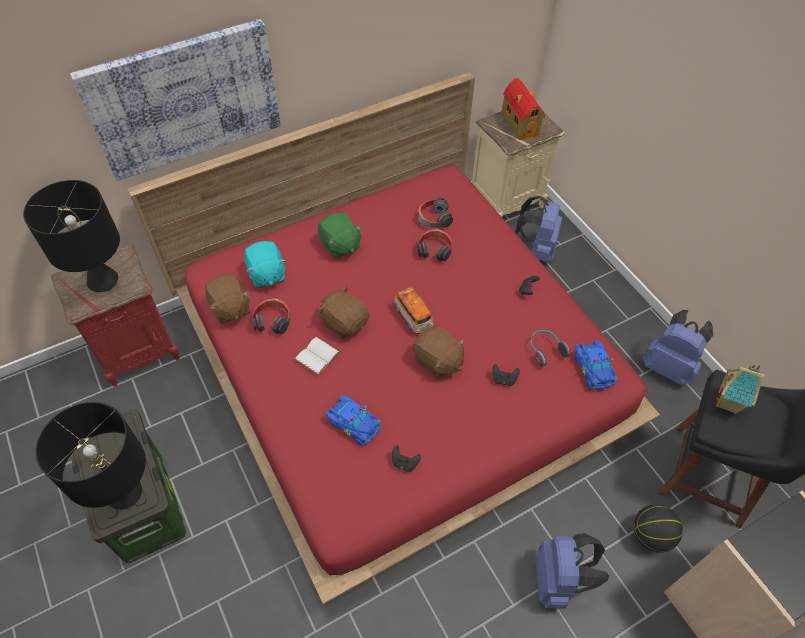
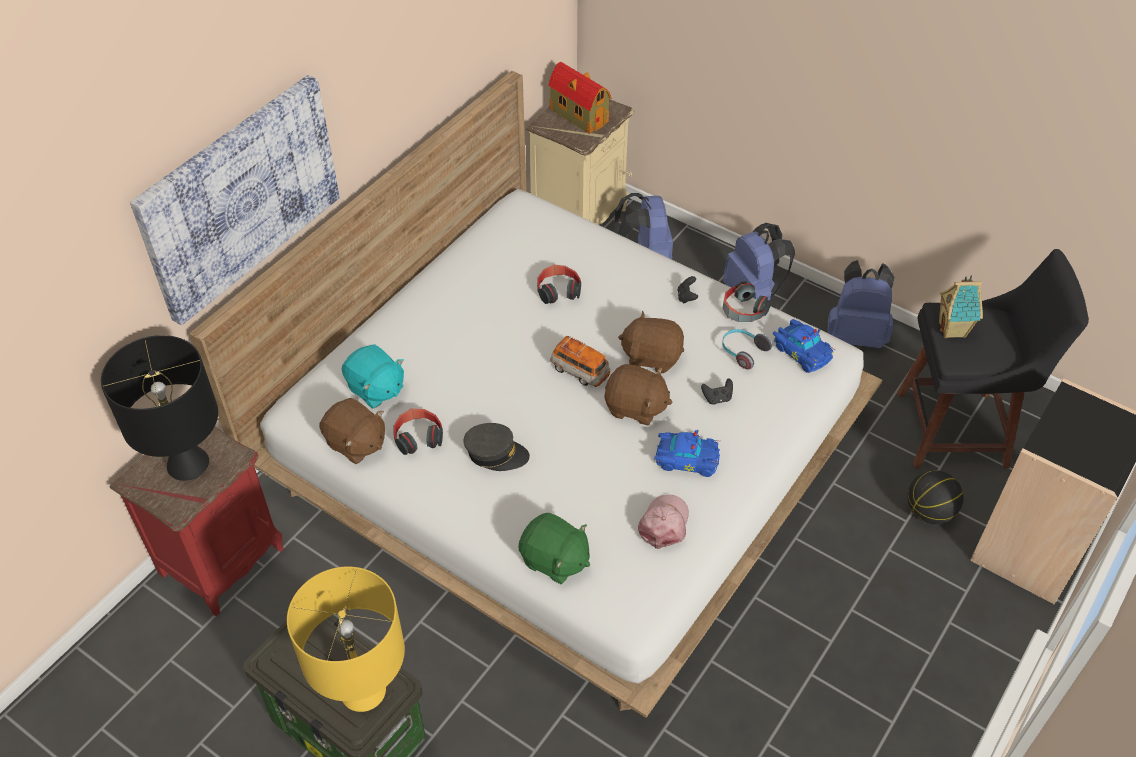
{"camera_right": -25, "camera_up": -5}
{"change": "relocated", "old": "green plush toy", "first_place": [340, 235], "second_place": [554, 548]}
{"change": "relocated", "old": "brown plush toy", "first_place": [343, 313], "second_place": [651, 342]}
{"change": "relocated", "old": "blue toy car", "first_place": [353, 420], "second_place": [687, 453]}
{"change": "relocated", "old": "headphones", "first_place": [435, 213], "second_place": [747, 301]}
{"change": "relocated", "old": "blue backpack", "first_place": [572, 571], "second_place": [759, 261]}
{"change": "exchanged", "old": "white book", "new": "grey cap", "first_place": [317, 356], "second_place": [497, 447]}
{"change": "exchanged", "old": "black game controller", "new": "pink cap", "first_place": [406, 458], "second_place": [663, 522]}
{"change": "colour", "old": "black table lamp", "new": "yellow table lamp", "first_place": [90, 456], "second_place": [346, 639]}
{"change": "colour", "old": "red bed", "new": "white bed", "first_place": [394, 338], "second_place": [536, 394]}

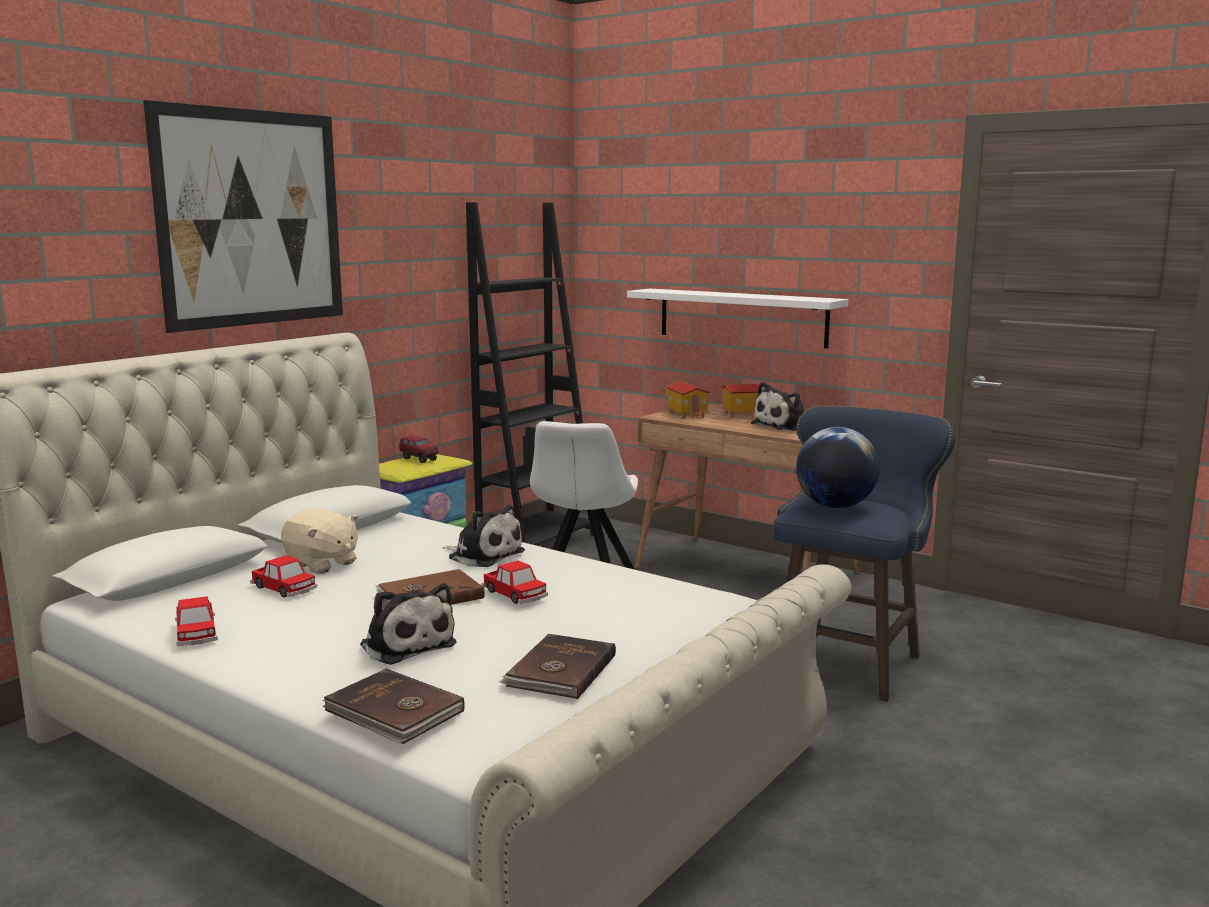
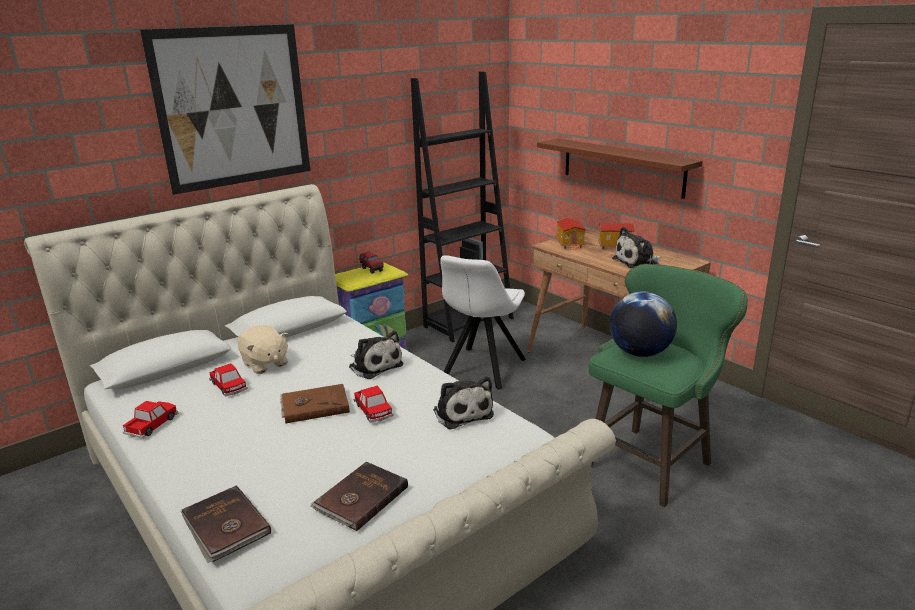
{"camera_right": 15, "camera_up": 10}
{"change": "relocated", "old": "plush toy", "first_place": [408, 624], "second_place": [463, 403]}
{"change": "colour", "old": "white shelf", "new": "brown shelf", "first_place": [737, 319], "second_place": [620, 169]}
{"change": "colour", "old": "blue stool", "new": "green stool", "first_place": [864, 554], "second_place": [668, 385]}
{"change": "spun", "old": "toy car", "first_place": [196, 621], "second_place": [150, 420], "degrees": -150}

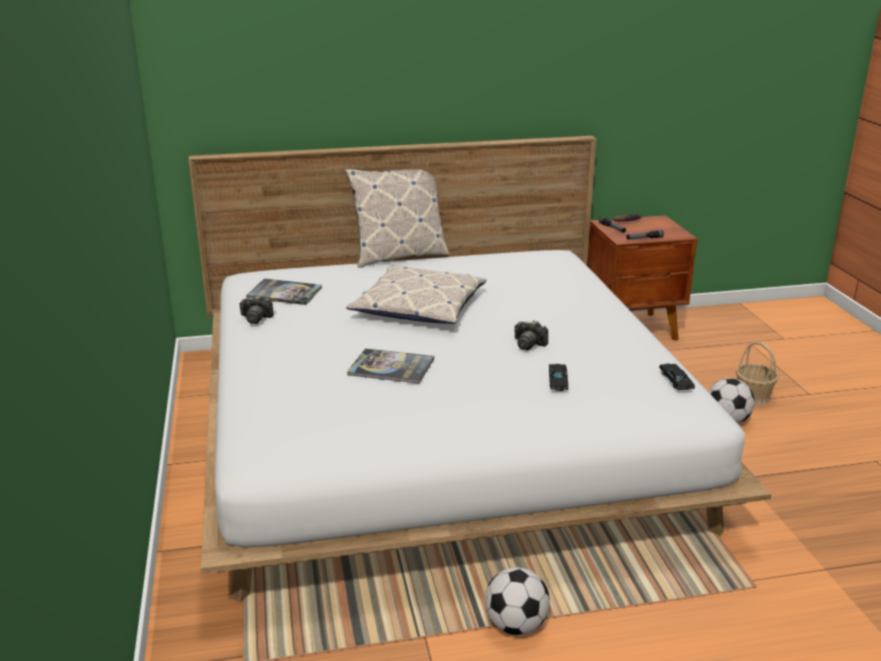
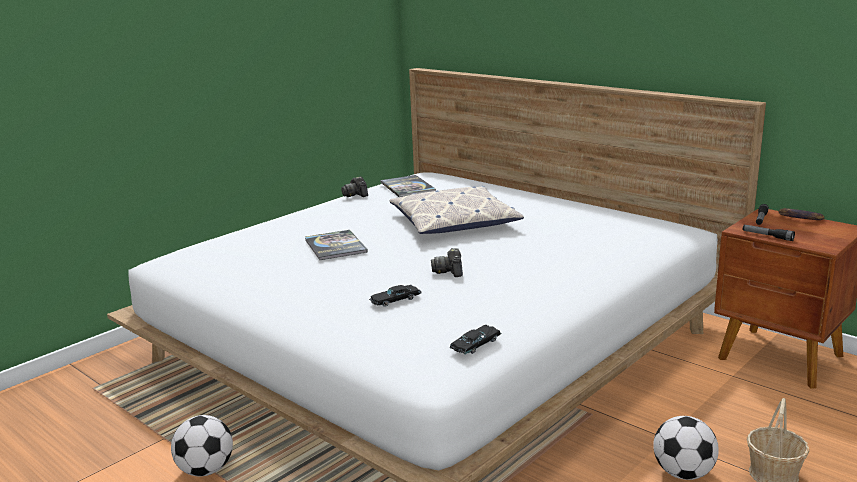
{"camera_right": 55, "camera_up": -5}
{"change": "missing", "old": "pillow", "first_place": [397, 218]}

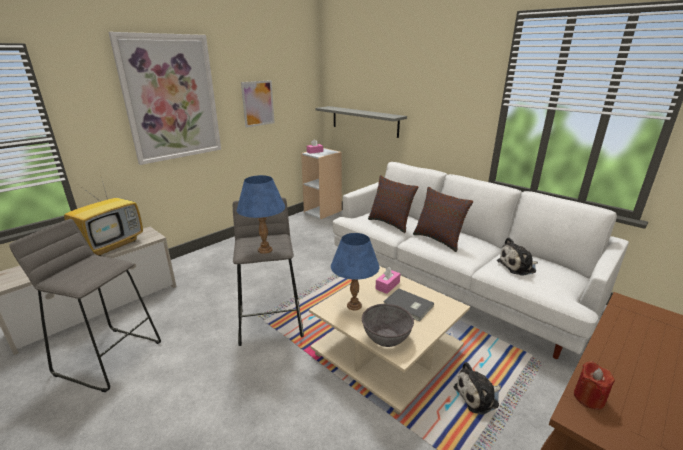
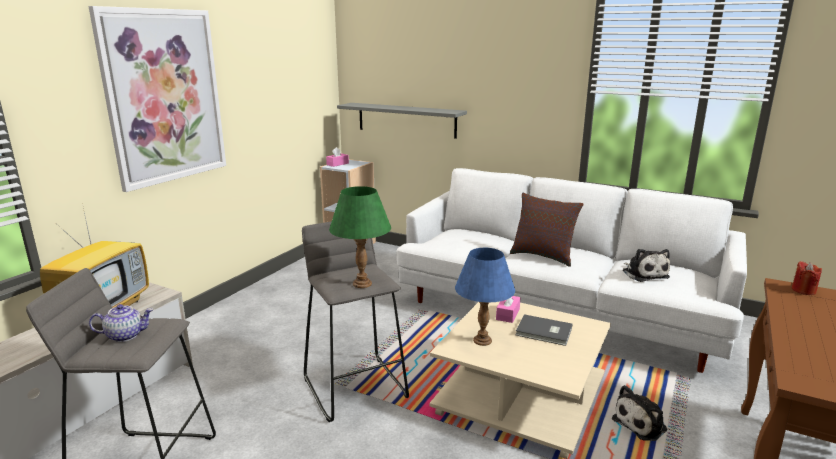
{"camera_right": -15, "camera_up": -5}
{"change": "missing", "old": "picture", "first_place": [258, 104]}
{"change": "missing", "old": "grey bowl", "first_place": [388, 325]}
{"change": "missing", "old": "brown pillow", "first_place": [393, 204]}
{"change": "appeared", "new": "teapot", "second_place": [121, 323]}
{"change": "relocated", "old": "red candle", "first_place": [594, 385], "second_place": [807, 278]}
{"change": "colour", "old": "blue table lamp", "new": "green table lamp", "first_place": [261, 214], "second_place": [360, 237]}
{"change": "spun", "old": "plush toy", "first_place": [517, 256], "second_place": [646, 265], "degrees": -75}

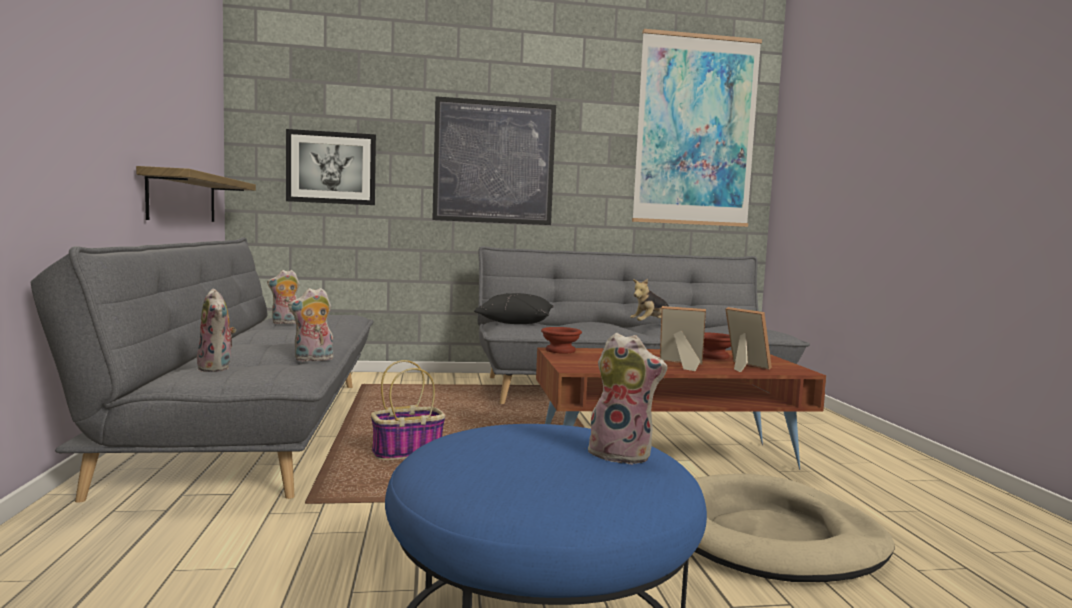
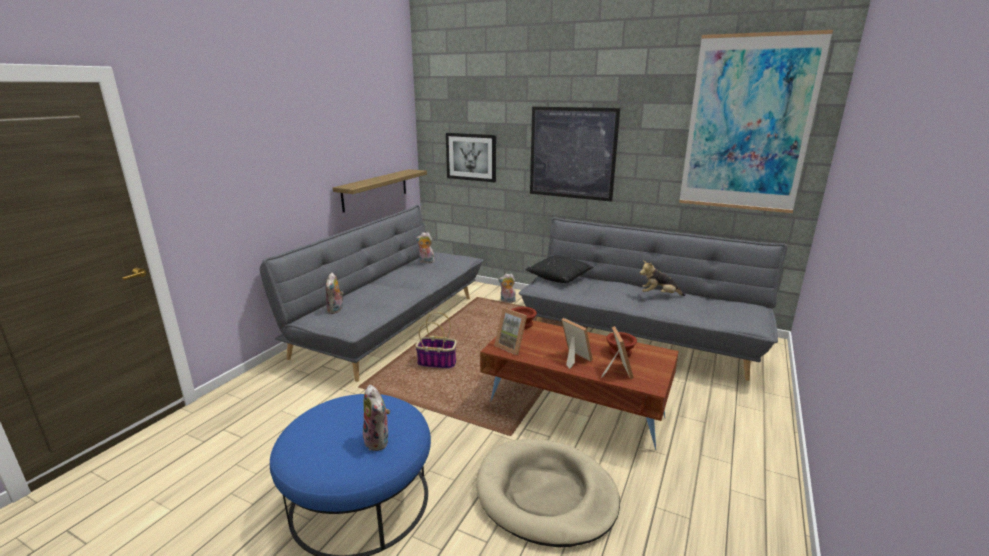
{"camera_right": 35, "camera_up": 15}
{"change": "appeared", "new": "picture frame", "second_place": [510, 331]}
{"change": "relocated", "old": "plush toy", "first_place": [310, 325], "second_place": [507, 288]}

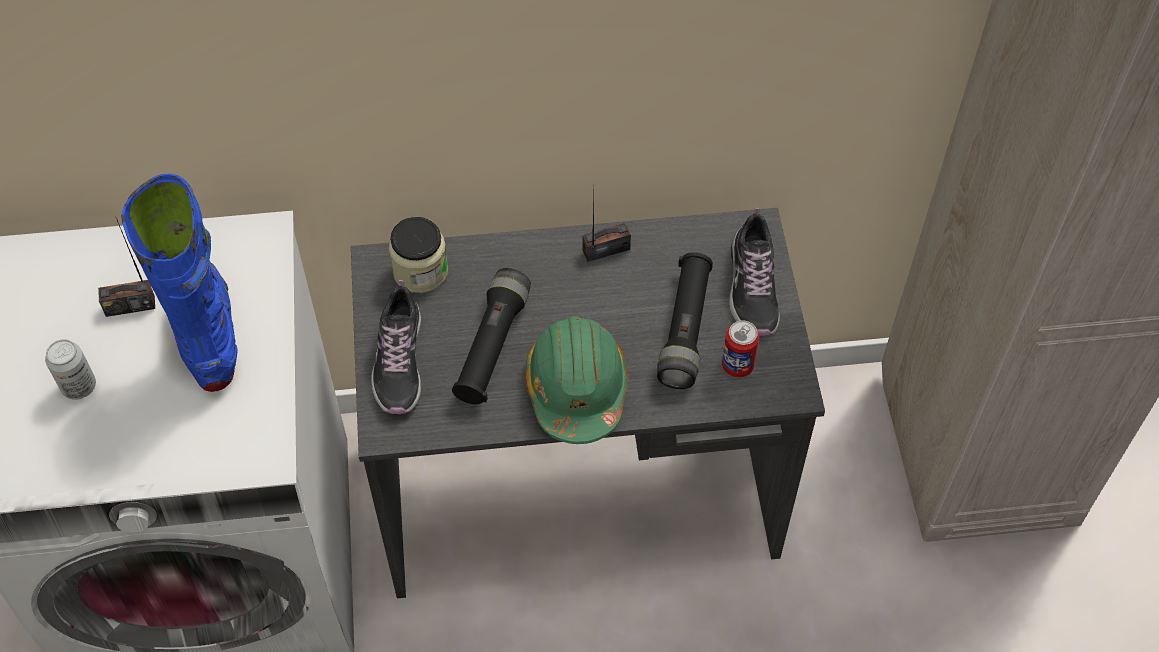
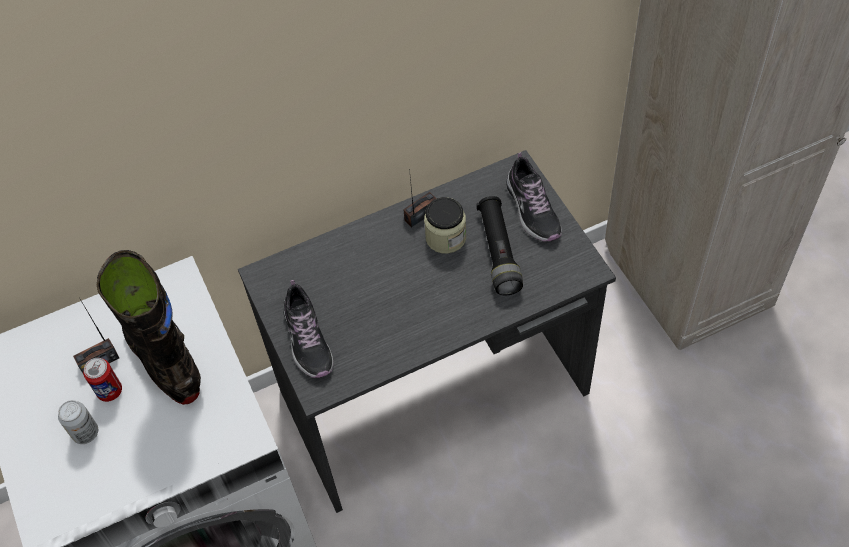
{"camera_right": -15, "camera_up": 0}
{"change": "missing", "old": "black flashlight", "first_place": [491, 336]}
{"change": "missing", "old": "green hard hat", "first_place": [576, 380]}
{"change": "relocated", "old": "jar", "first_place": [418, 255], "second_place": [445, 225]}
{"change": "relocated", "old": "can", "first_place": [740, 349], "second_place": [102, 380]}
{"change": "colour", "old": "blue boot", "new": "black boot", "first_place": [179, 282], "second_place": [149, 327]}

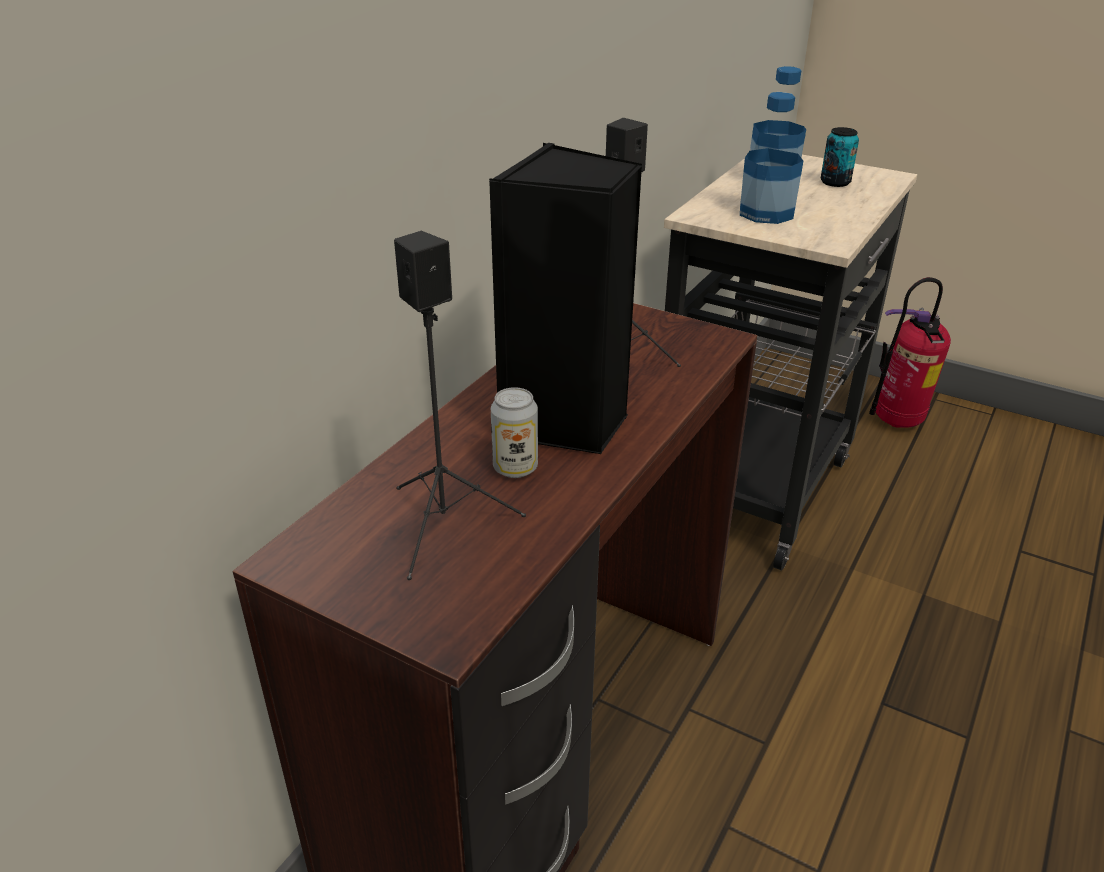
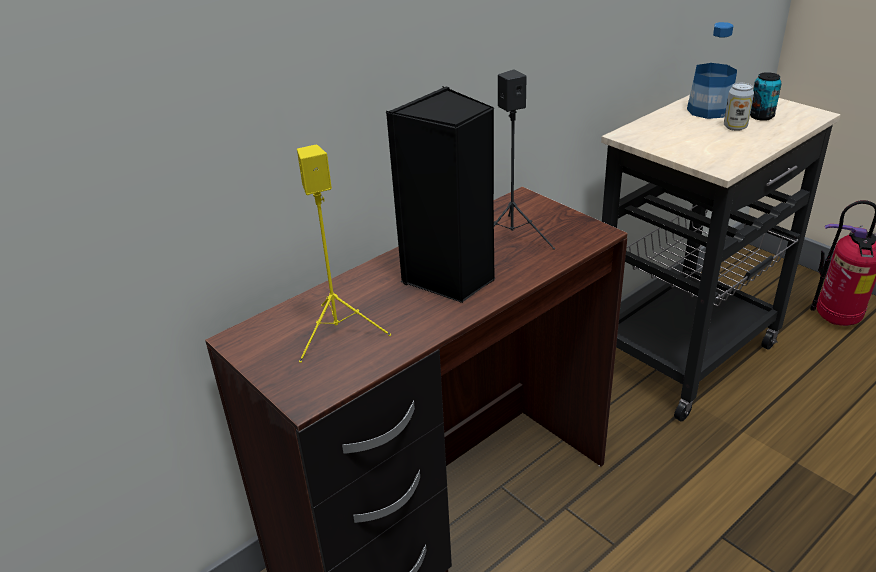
{"camera_right": 20, "camera_up": 0}
{"change": "missing", "old": "bottle", "first_place": [771, 158]}
{"change": "relocated", "old": "can", "first_place": [514, 432], "second_place": [739, 107]}
{"change": "colour", "old": "black speaker", "new": "yellow speaker", "first_place": [460, 405], "second_place": [344, 253]}

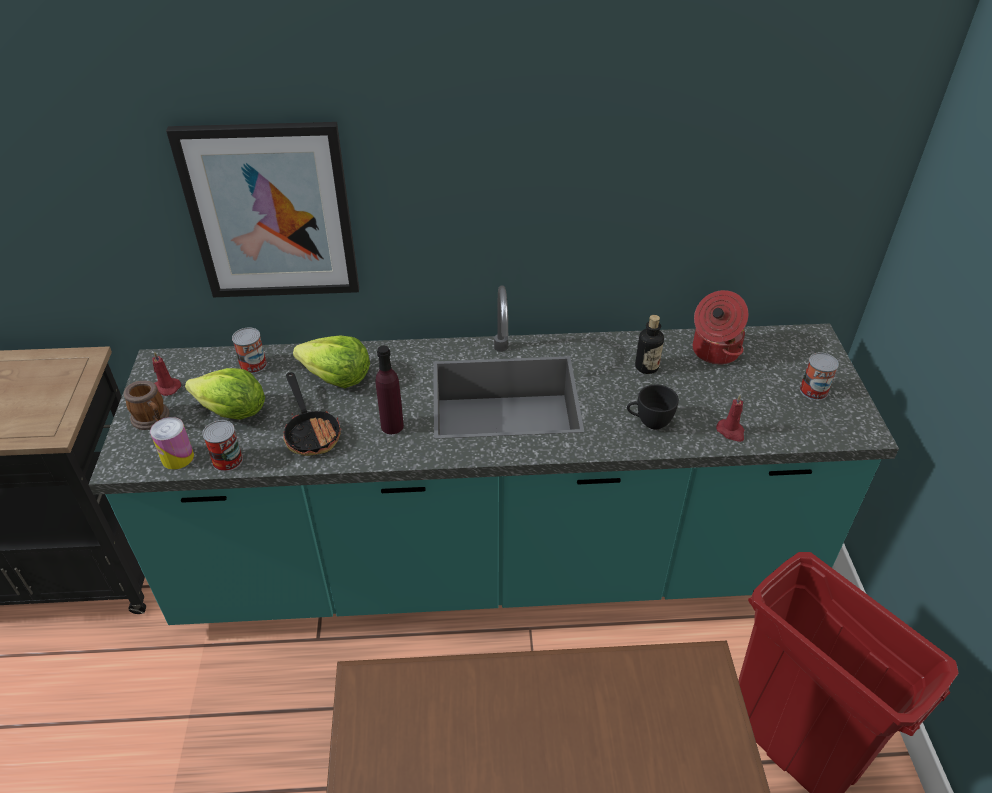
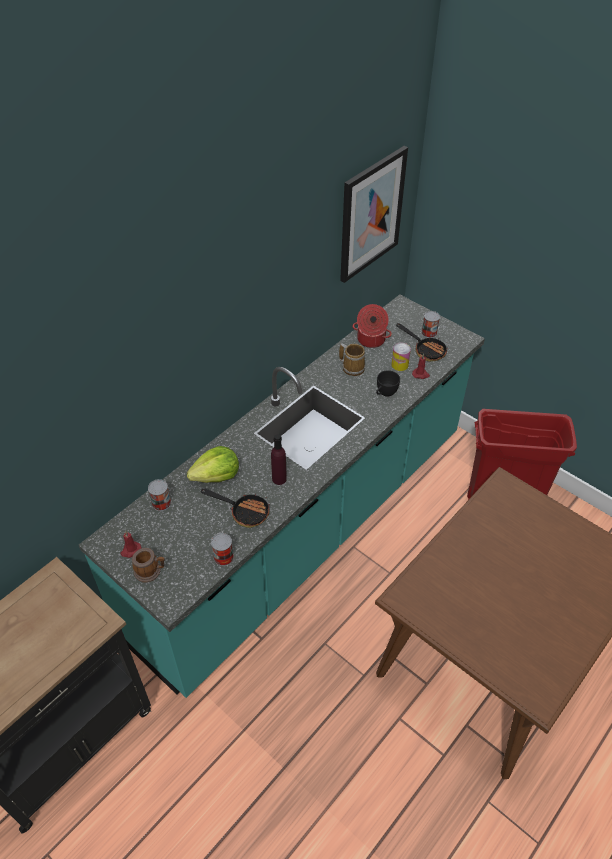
{"camera_right": -45, "camera_up": 5}
{"change": "missing", "old": "lettuce", "first_place": [225, 394]}
{"change": "appeared", "new": "frying pan", "second_place": [422, 342]}
{"change": "relocated", "old": "can", "first_place": [172, 443], "second_place": [401, 357]}
{"change": "relocated", "old": "picture", "first_place": [262, 209], "second_place": [374, 214]}
{"change": "exchanged", "old": "bottle", "new": "mug", "first_place": [649, 344], "second_place": [352, 359]}

